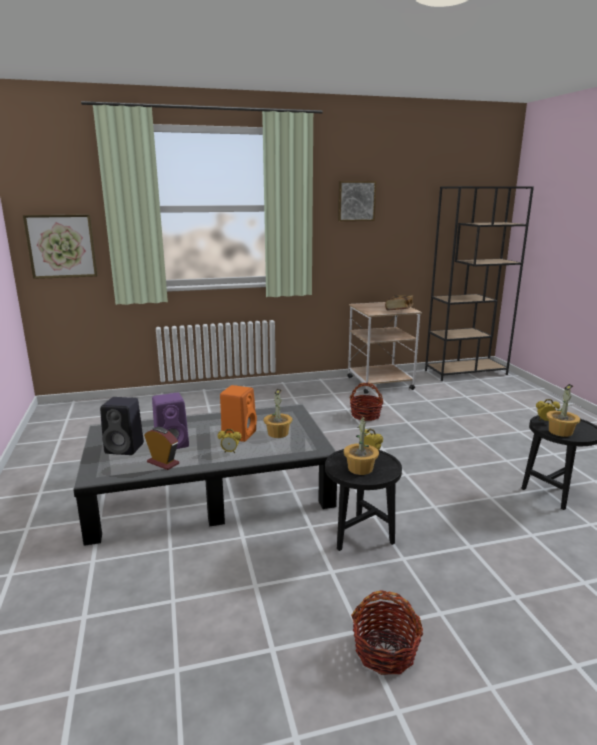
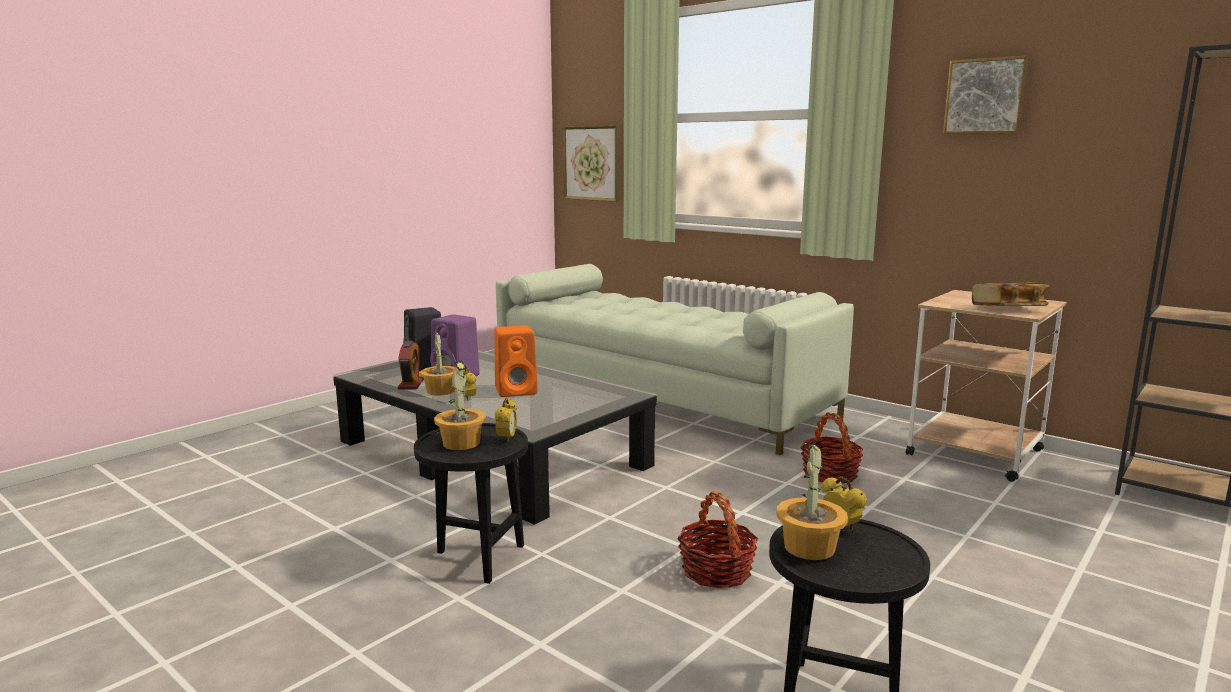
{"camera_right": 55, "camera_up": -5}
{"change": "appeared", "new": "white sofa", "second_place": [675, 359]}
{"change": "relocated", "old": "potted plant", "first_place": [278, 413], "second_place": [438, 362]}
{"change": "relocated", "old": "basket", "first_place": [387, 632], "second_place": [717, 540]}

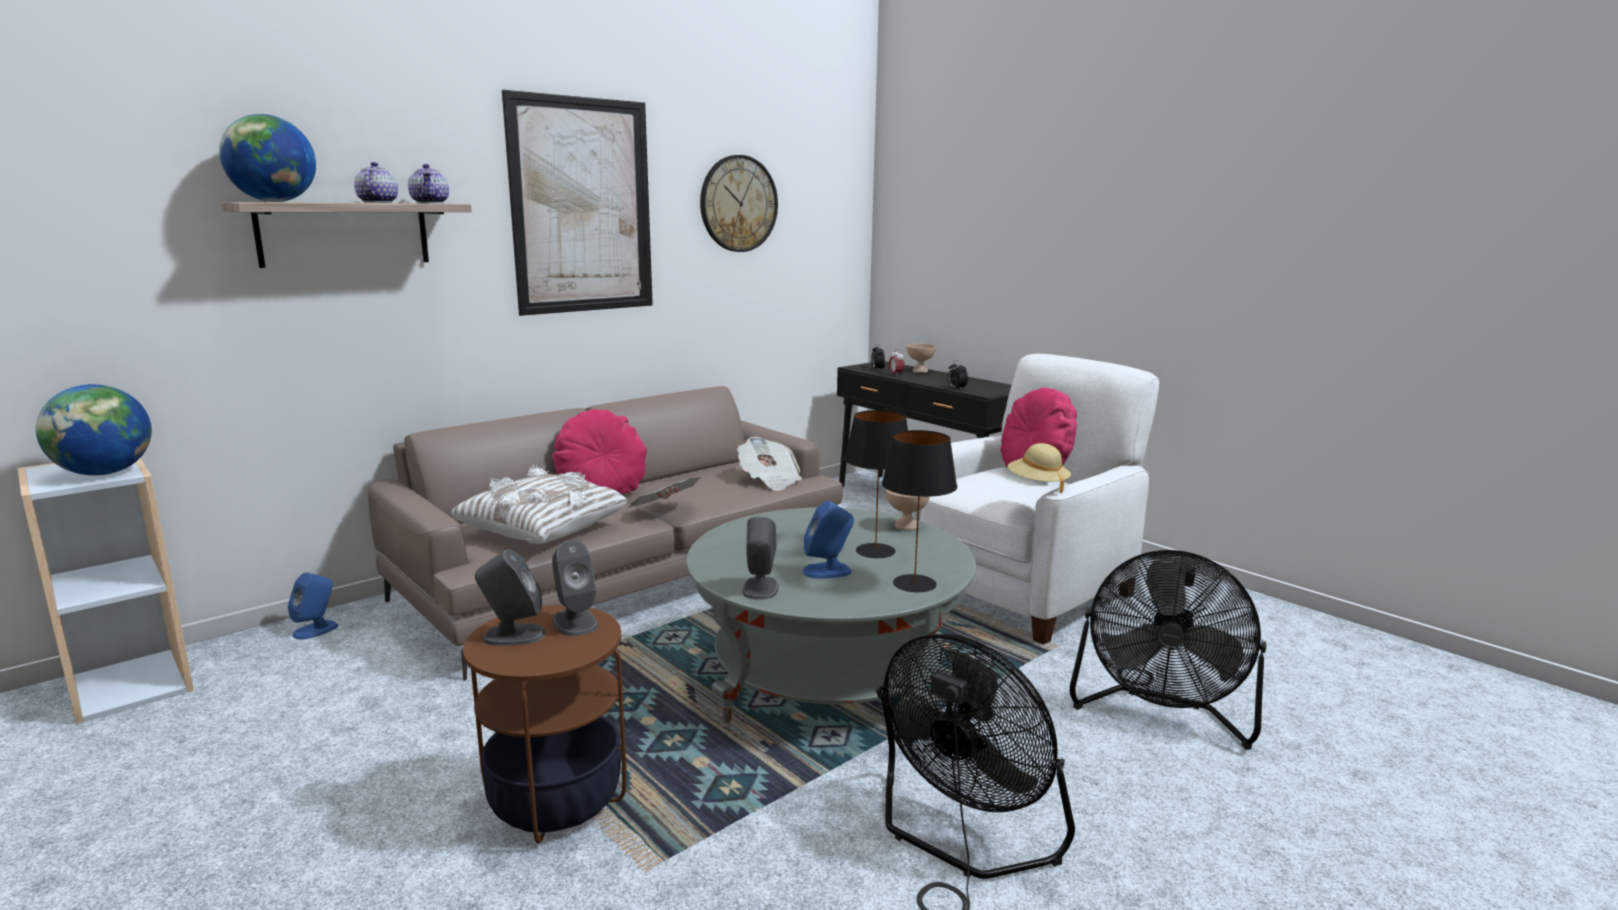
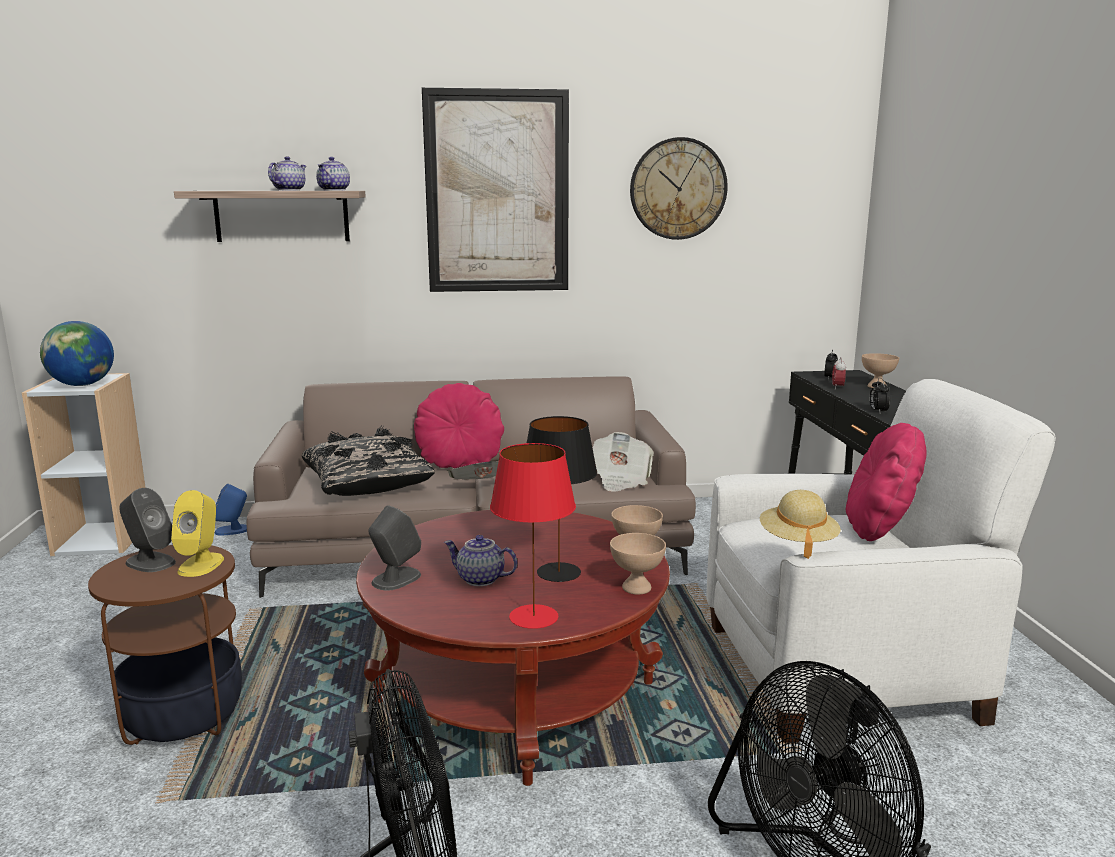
{"camera_right": 35, "camera_up": 0}
{"change": "missing", "old": "globe", "first_place": [267, 158]}
{"change": "appeared", "new": "beige bowl", "second_place": [638, 564]}
{"change": "exchanged", "old": "blue speaker", "new": "teapot", "first_place": [828, 539], "second_place": [480, 560]}
{"change": "colour", "old": "white pillow", "new": "black pillow", "first_place": [539, 504], "second_place": [368, 461]}
{"change": "colour", "old": "grey speaker", "new": "yellow speaker", "first_place": [575, 588], "second_place": [197, 533]}
{"change": "colour", "old": "grey coffee table", "new": "red coffee table", "first_place": [831, 614], "second_place": [513, 648]}
{"change": "colour", "old": "black table lamp", "new": "red table lamp", "first_place": [919, 511], "second_place": [533, 536]}

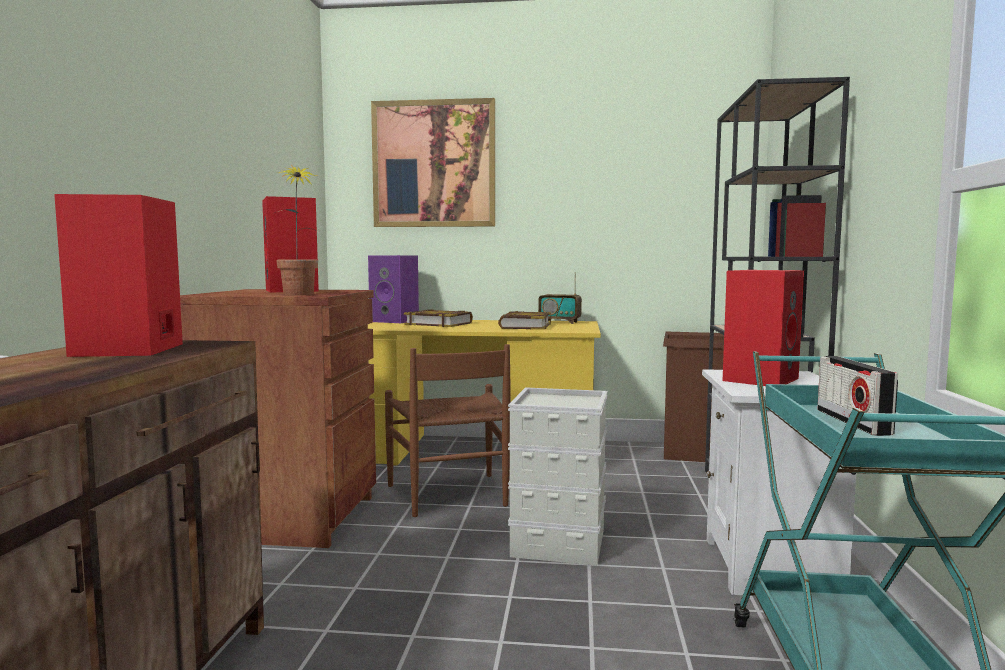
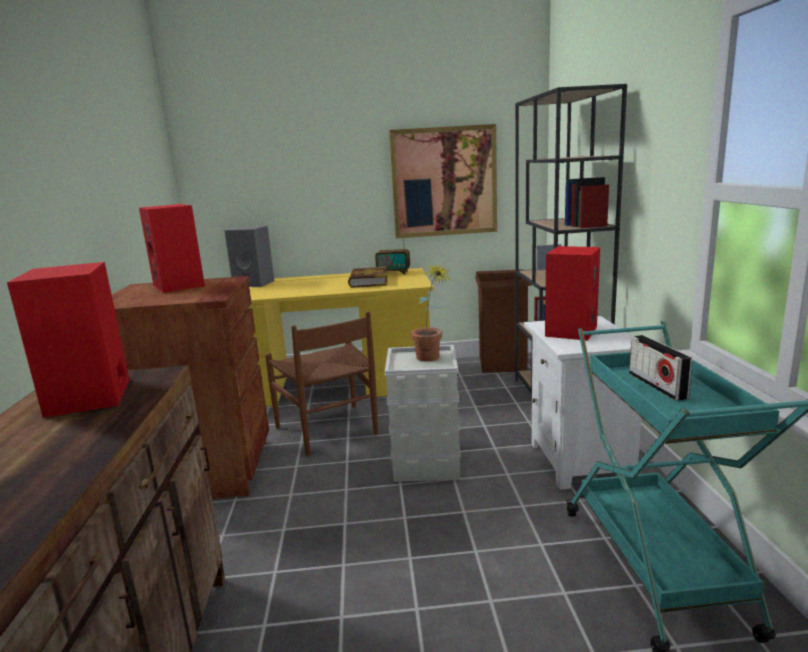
{"camera_right": -10, "camera_up": 10}
{"change": "missing", "old": "book", "first_place": [438, 318]}
{"change": "relocated", "old": "potted plant", "first_place": [297, 230], "second_place": [431, 312]}
{"change": "relocated", "old": "picture", "first_place": [433, 162], "second_place": [443, 181]}
{"change": "colour", "old": "purple speaker", "new": "grey speaker", "first_place": [393, 289], "second_place": [249, 256]}

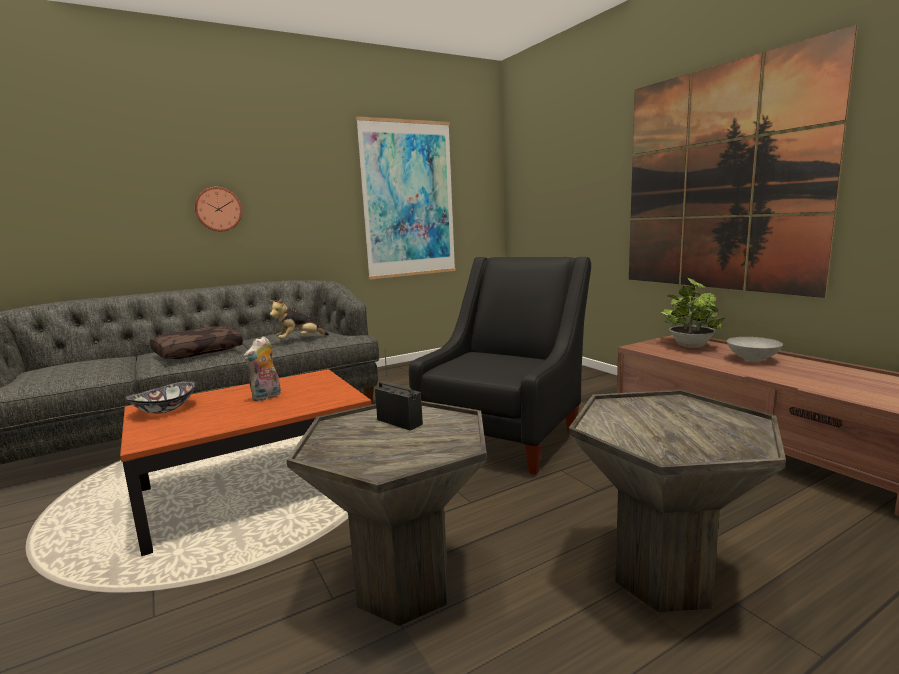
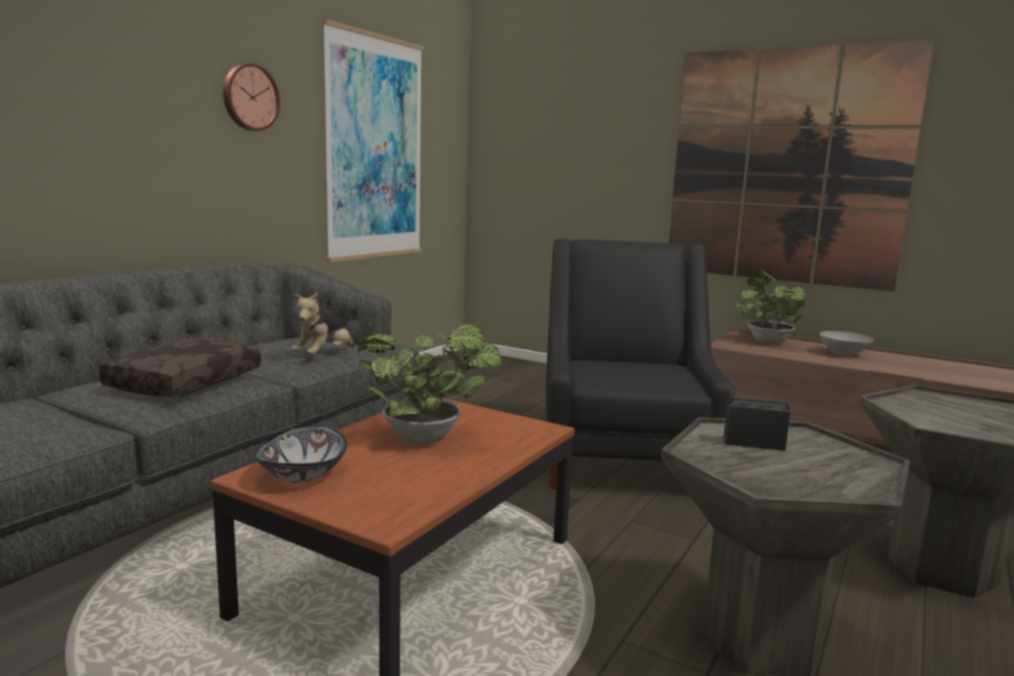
{"camera_right": -30, "camera_up": 0}
{"change": "relocated", "old": "wall clock", "first_place": [218, 209], "second_place": [251, 97]}
{"change": "exchanged", "old": "plush toy", "new": "potted plant", "first_place": [262, 368], "second_place": [430, 384]}

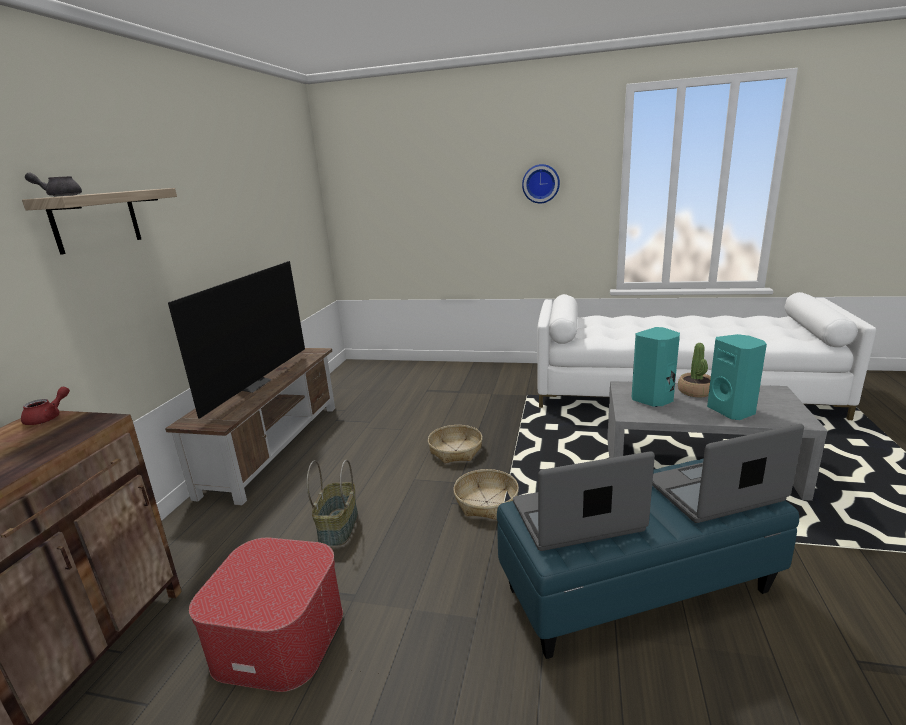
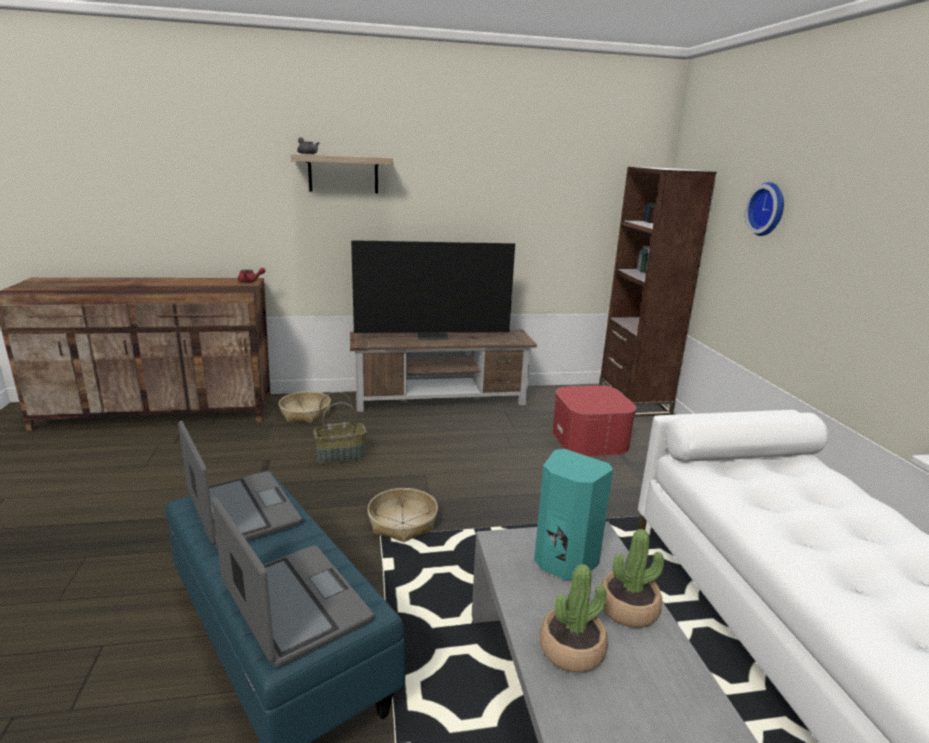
{"camera_right": 65, "camera_up": 0}
{"change": "appeared", "new": "brown bookcase", "second_place": [658, 292]}
{"change": "relocated", "old": "ottoman", "first_place": [266, 615], "second_place": [594, 421]}
{"change": "relocated", "old": "basket", "first_place": [455, 444], "second_place": [305, 407]}
{"change": "relocated", "old": "wall clock", "first_place": [541, 183], "second_place": [764, 209]}
{"change": "exchanged", "old": "turquoise speaker", "new": "potted plant", "first_place": [737, 377], "second_place": [573, 618]}

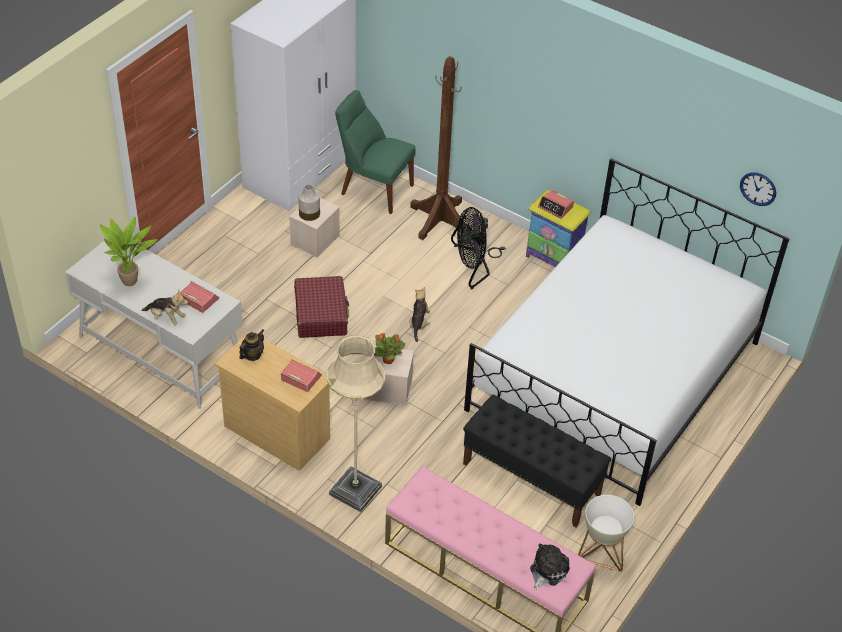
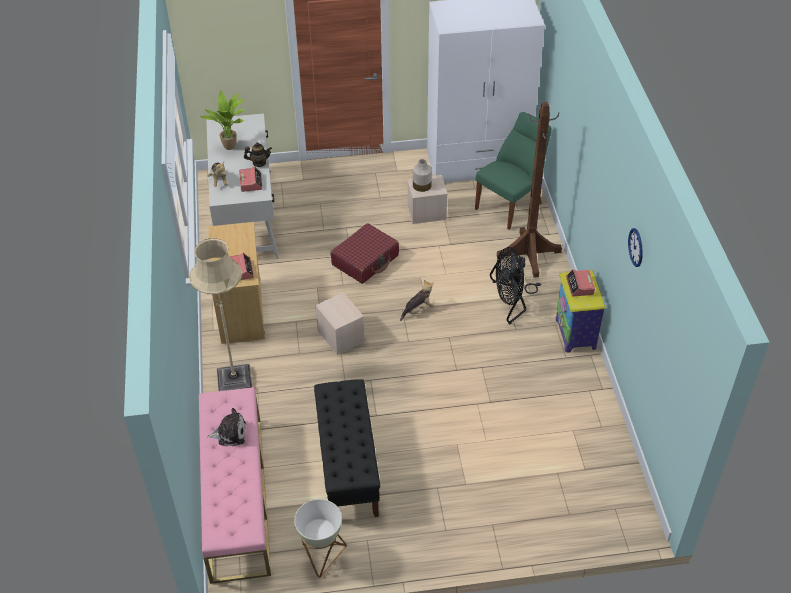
{"camera_right": 50, "camera_up": 0}
{"change": "missing", "old": "potted plant", "first_place": [389, 348]}
{"change": "missing", "old": "white bed", "first_place": [626, 332]}
{"change": "relocated", "old": "teapot", "first_place": [252, 345], "second_place": [258, 154]}
{"change": "relocated", "old": "plush toy", "first_place": [550, 567], "second_place": [226, 427]}
{"change": "relocated", "old": "wall clock", "first_place": [758, 189], "second_place": [635, 247]}
{"change": "spun", "old": "green chair", "first_place": [375, 152], "second_place": [513, 171], "degrees": 60}
{"change": "spun", "old": "black fan", "first_place": [478, 248], "second_place": [515, 286], "degrees": -45}

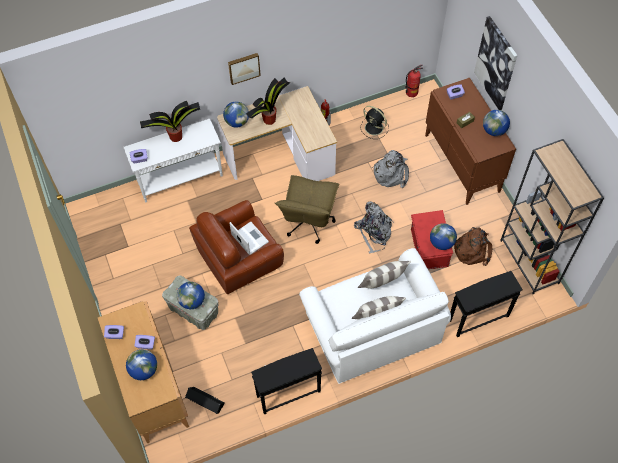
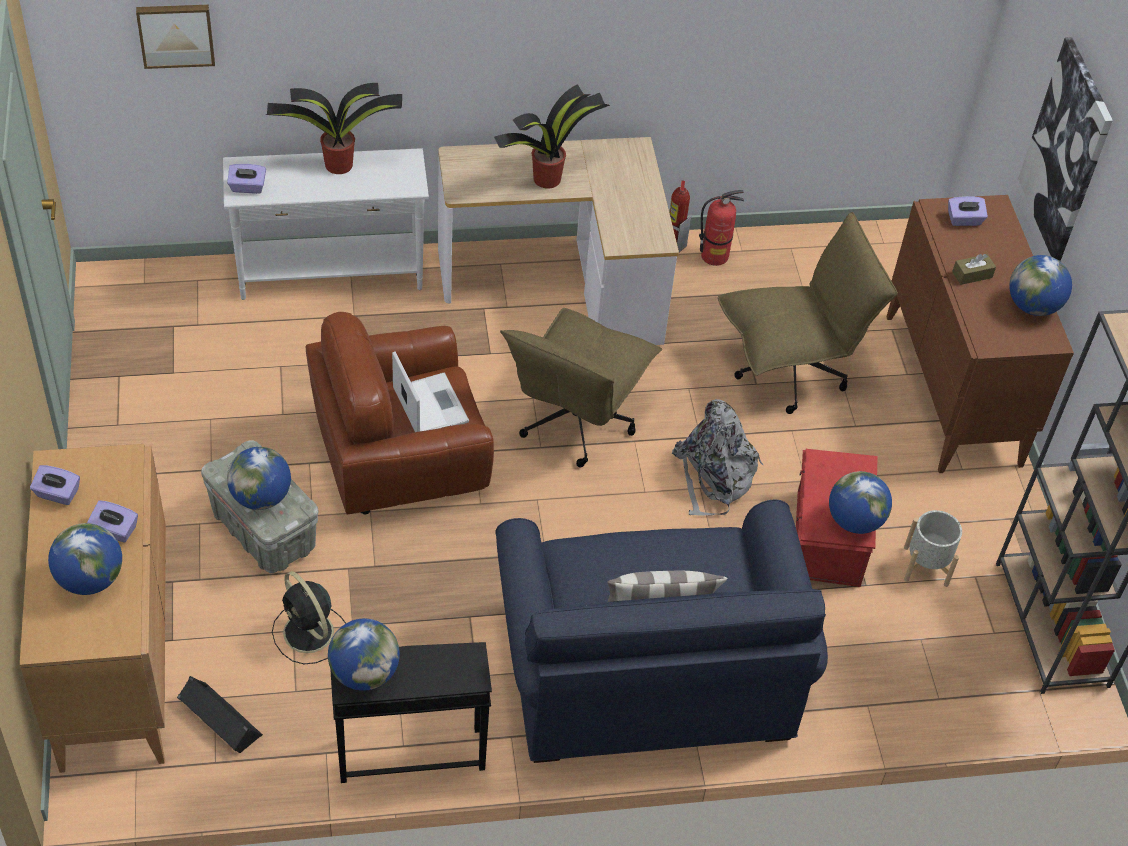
{"camera_right": 10, "camera_up": -10}
{"change": "missing", "old": "pillow", "first_place": [384, 274]}
{"change": "missing", "old": "black side table", "first_place": [486, 304]}
{"change": "relocated", "old": "globe", "first_place": [236, 114], "second_place": [364, 655]}
{"change": "relocated", "old": "picture", "first_place": [244, 69], "second_place": [175, 37]}
{"change": "relocated", "old": "black fan", "first_place": [374, 122], "second_place": [309, 617]}
{"change": "relocated", "old": "fire extinguisher", "first_place": [414, 80], "second_place": [721, 228]}
{"change": "exchanged", "old": "grey backpack", "new": "beige office chair", "first_place": [390, 169], "second_place": [808, 313]}
{"change": "exchanged", "old": "brown backpack", "new": "grey planter", "first_place": [473, 246], "second_place": [933, 548]}
{"change": "colour", "old": "white sofa", "new": "blue sofa", "first_place": [375, 316], "second_place": [661, 631]}

